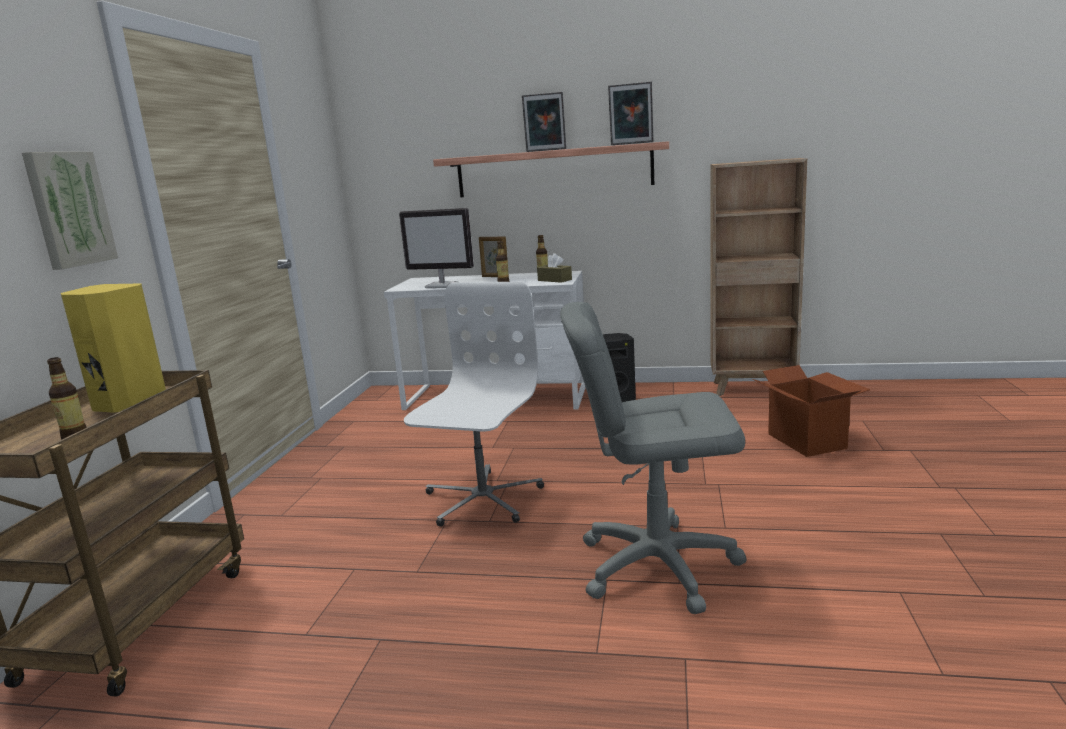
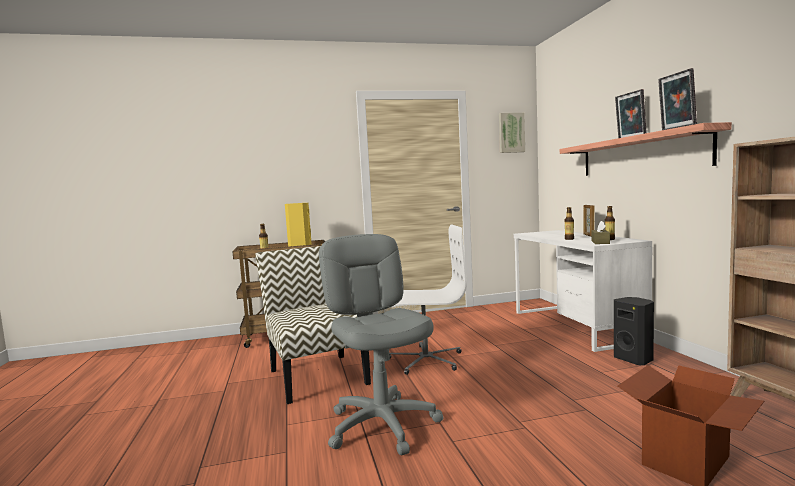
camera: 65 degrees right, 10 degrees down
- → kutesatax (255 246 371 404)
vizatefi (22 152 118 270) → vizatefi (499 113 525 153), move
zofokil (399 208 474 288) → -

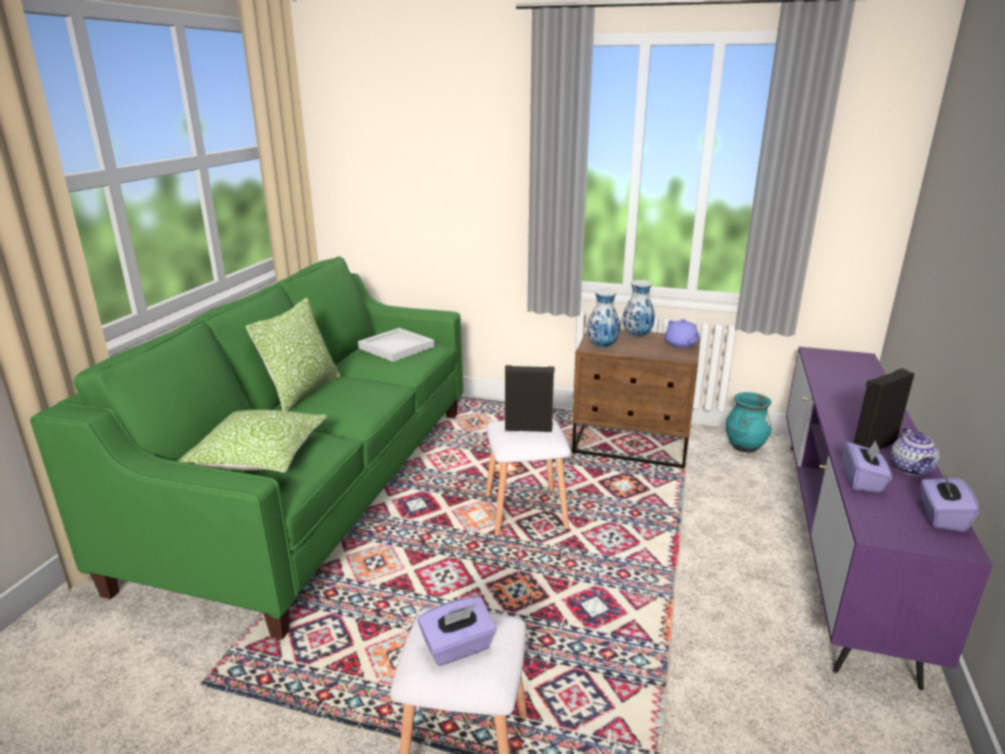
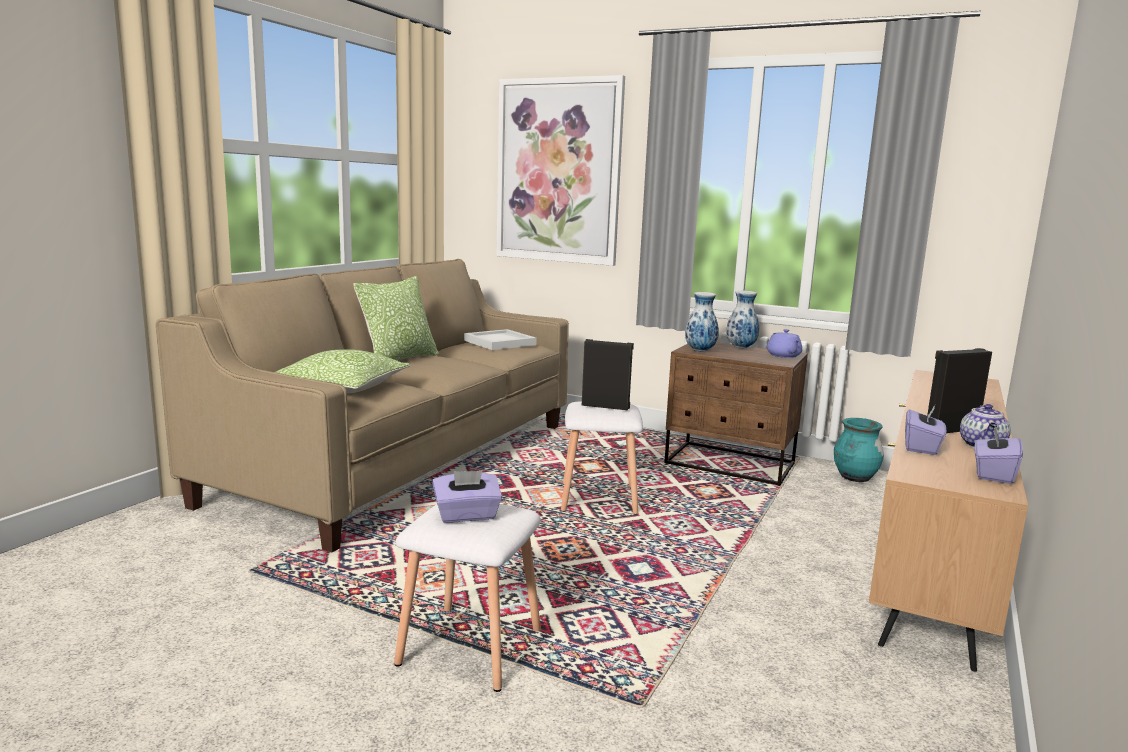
camera: 10 degrees right, 10 degrees down
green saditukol (30 256 464 639) → beige saditukol (156 259 569 552)
- → vizatefi (496 75 625 266)
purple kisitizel (786 347 993 690) → brown kisitizel (869 370 1028 672)

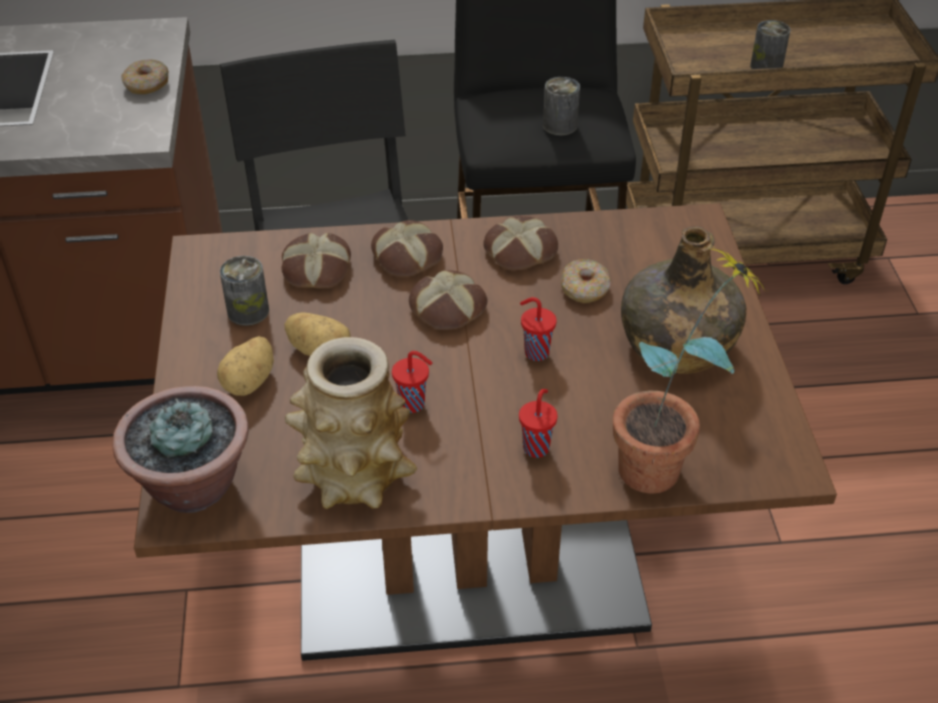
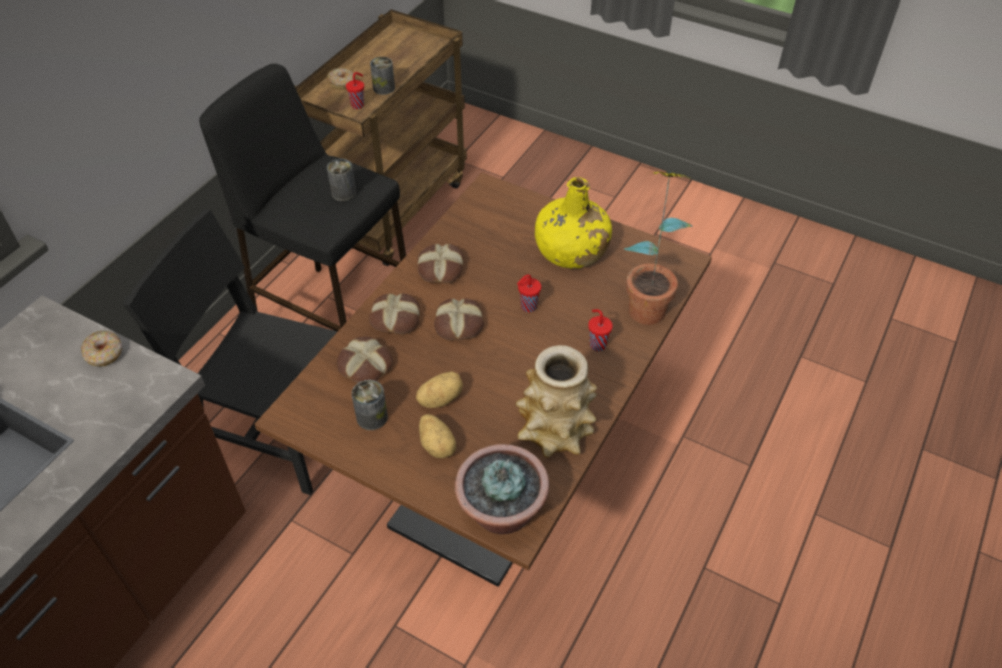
camera: 55 degrees left, 5 degrees up
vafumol (561 259 611 303) → vafumol (327 68 356 90), move
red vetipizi (392 351 432 413) → red vetipizi (346 72 364 109), move
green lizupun (621 227 746 374) → yellow lizupun (535 177 612 269)

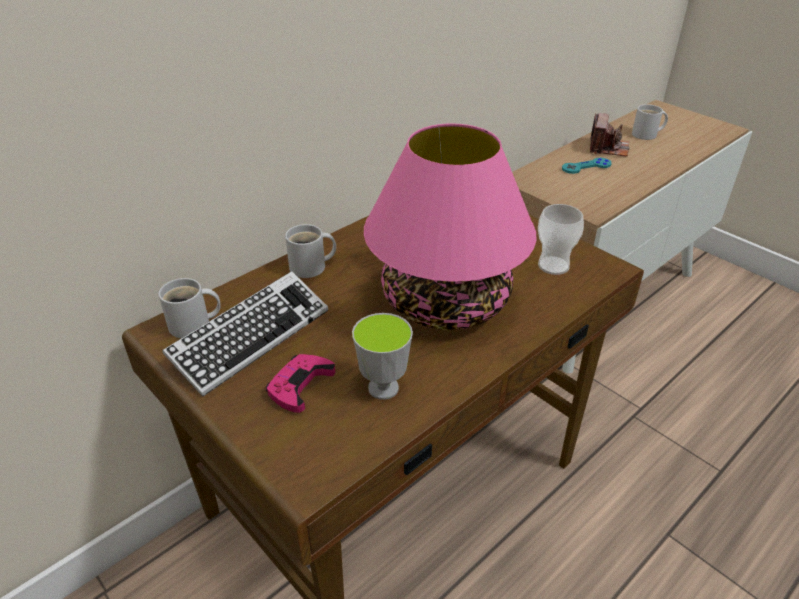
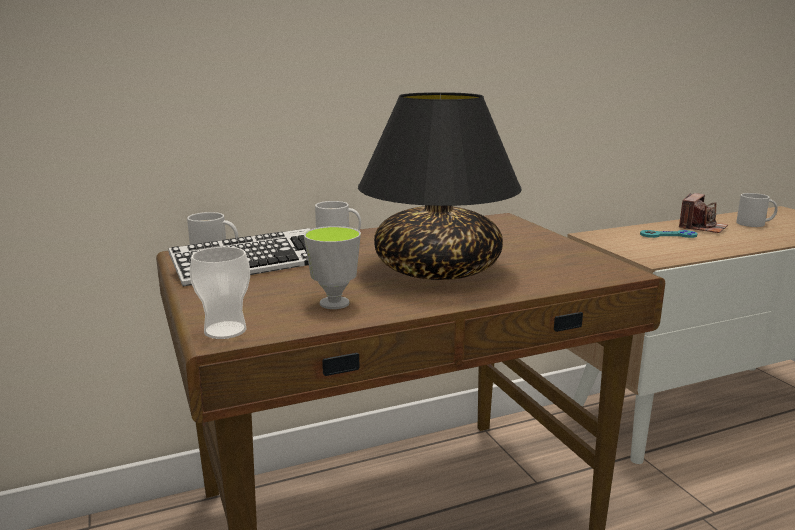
camera: 20 degrees right, 20 degrees down
vetipizi (538 204 584 275) → vetipizi (190 247 250 339), move
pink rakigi (364 124 536 330) → black rakigi (358 92 522 280)
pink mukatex (266 354 335 413) → -

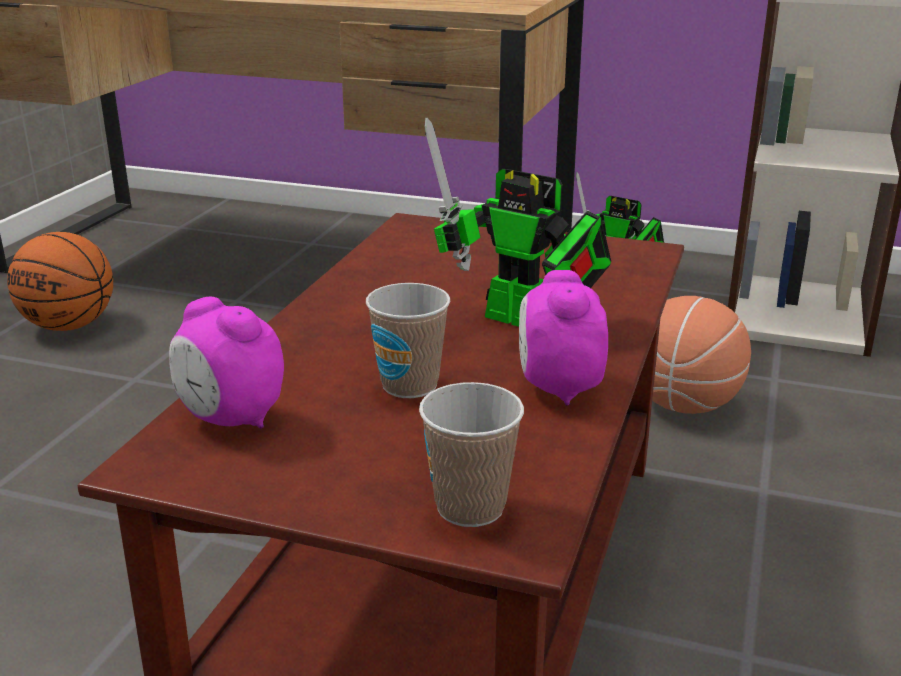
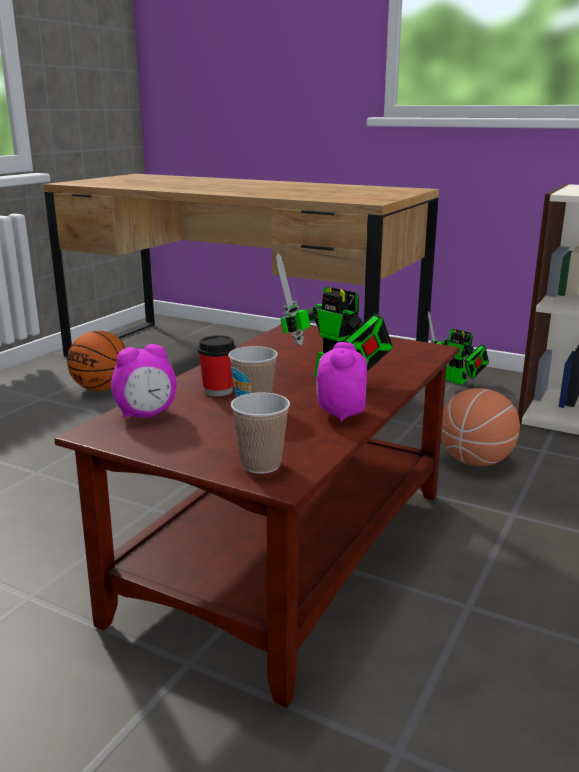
camera: 10 degrees right, 5 degrees down
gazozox (169 296 284 429) → gazozox (111 344 177 418), 75 degrees counterclockwise
- → vetipizi (198 335 236 396)

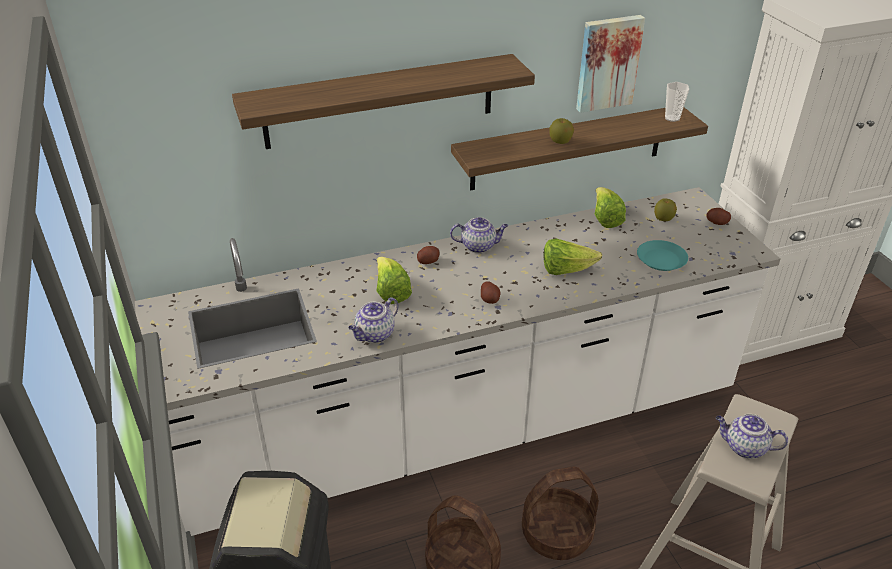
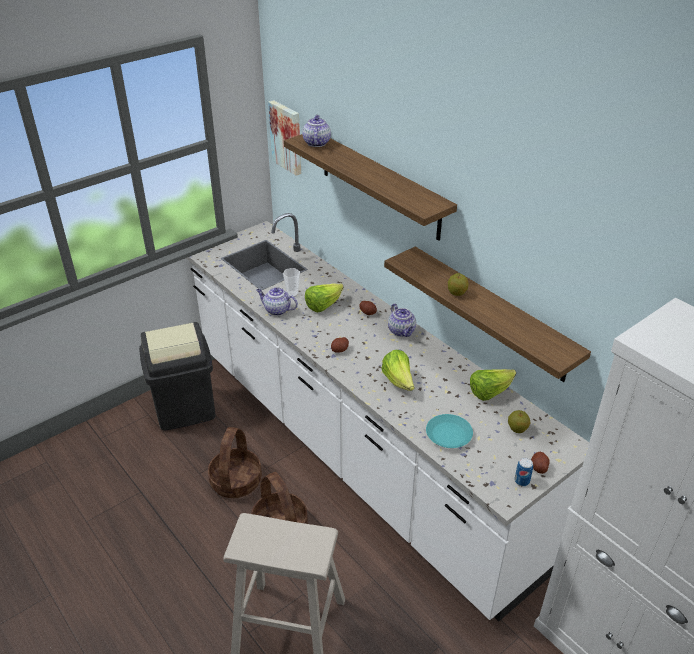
camera: 70 degrees right, 0 degrees up
vizatefi (576 15 645 113) → vizatefi (268 100 301 176), move
vetipizi (665 82 689 122) → vetipizi (283 268 300 297), move
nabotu (716 414 788 459) → nabotu (302 115 331 147), move
- → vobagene (514 458 533 486)

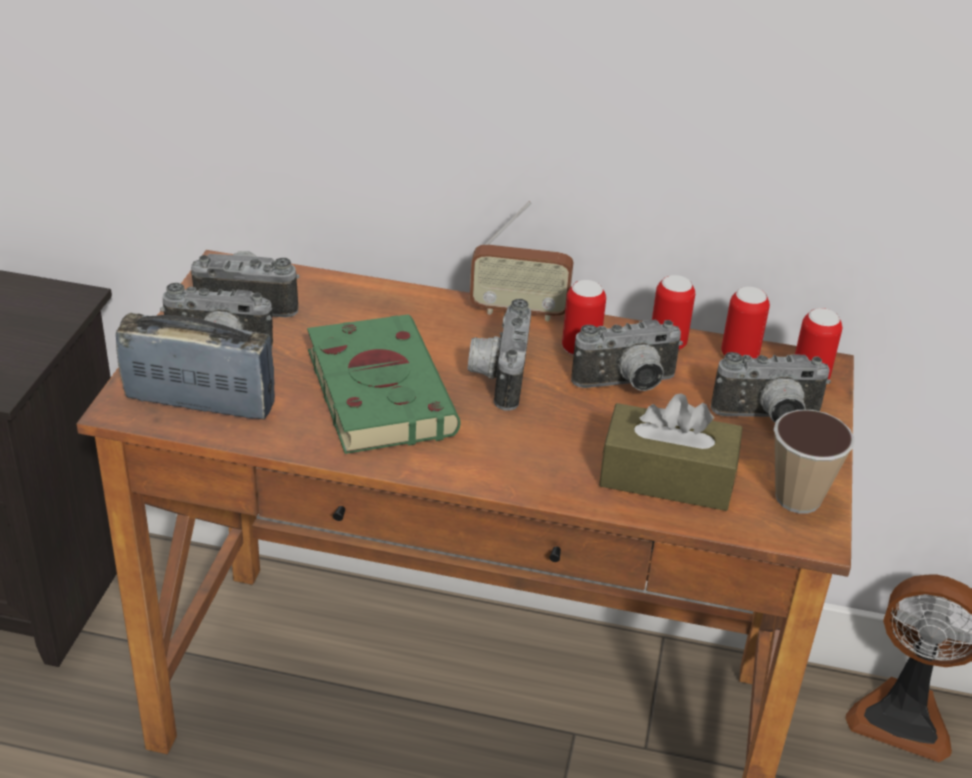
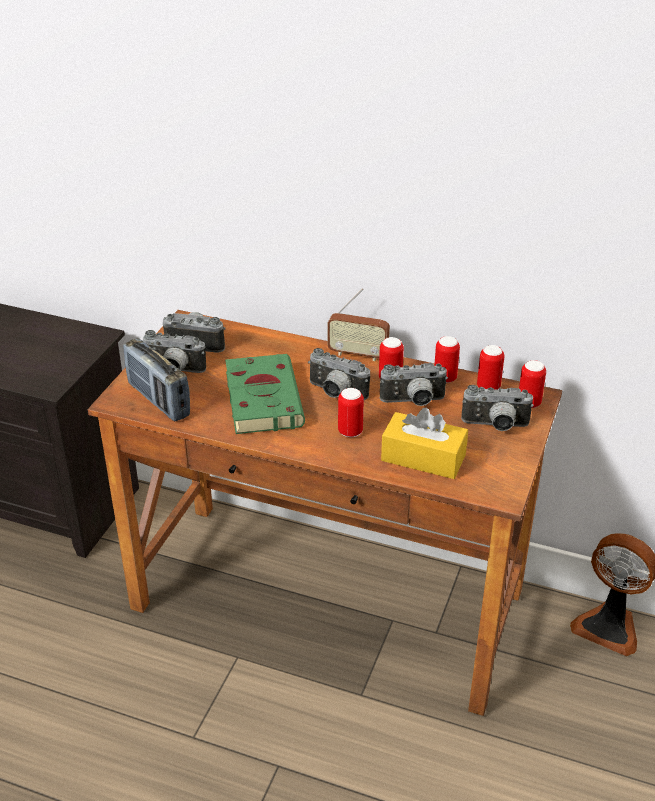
camera: 10 degrees right, 0 degrees up
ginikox (116 313 275 419) → ginikox (123 338 190 421), 150 degrees counterclockwise
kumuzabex (467 299 531 411) → kumuzabex (308 348 370 400), 75 degrees counterclockwise
- → vobagene (338 388 364 437)
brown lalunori (599 393 743 511) → yellow lalunori (381 408 468 479)
vetipizi (774 410 855 513) → -

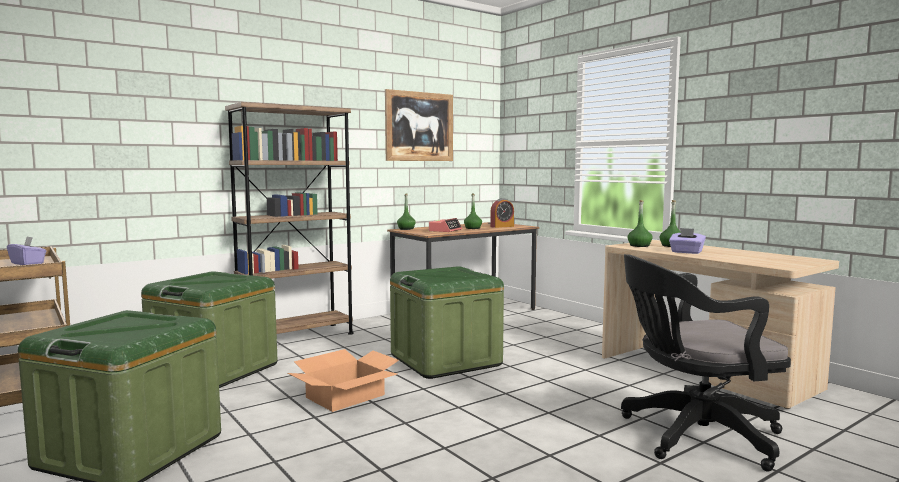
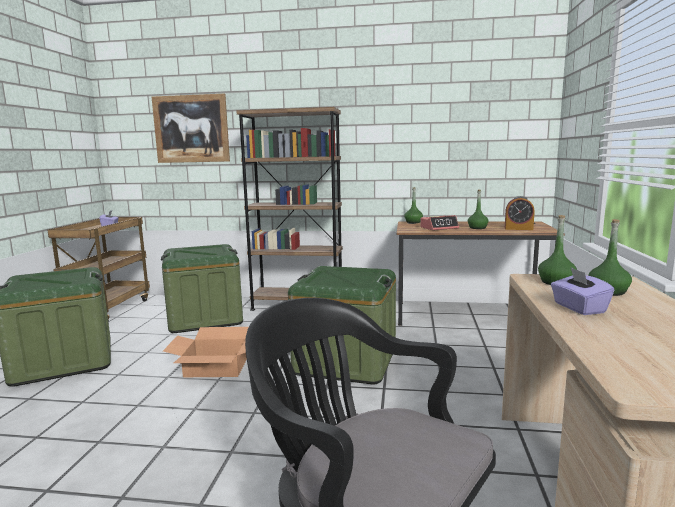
camera: 45 degrees right, 5 degrees up
vizatefi (385 89 453 161) → vizatefi (152 94 230 163), move

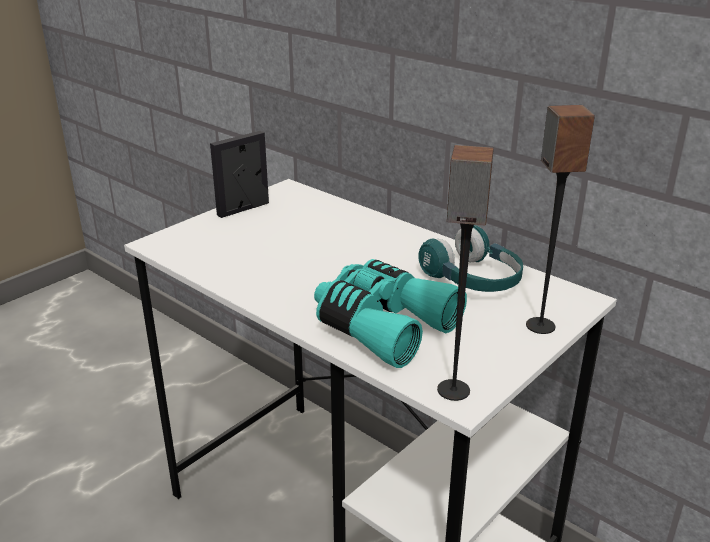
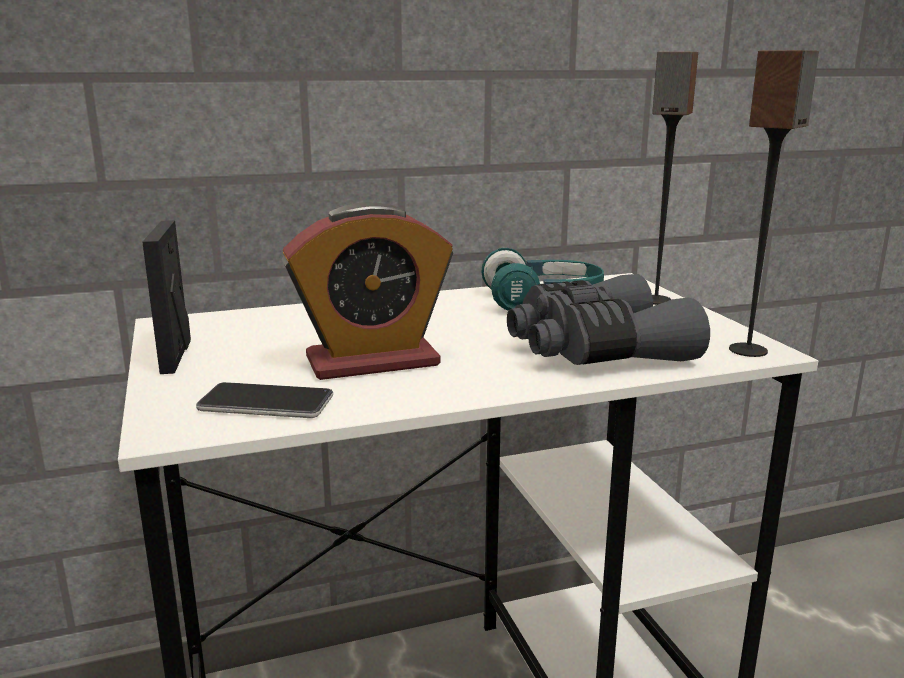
camera: 60 degrees left, 10 degrees down
- → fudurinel (196 382 333 418)
- → gazozox (282 202 453 380)
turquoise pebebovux (314 259 467 368) → grey pebebovux (507 274 710 365)

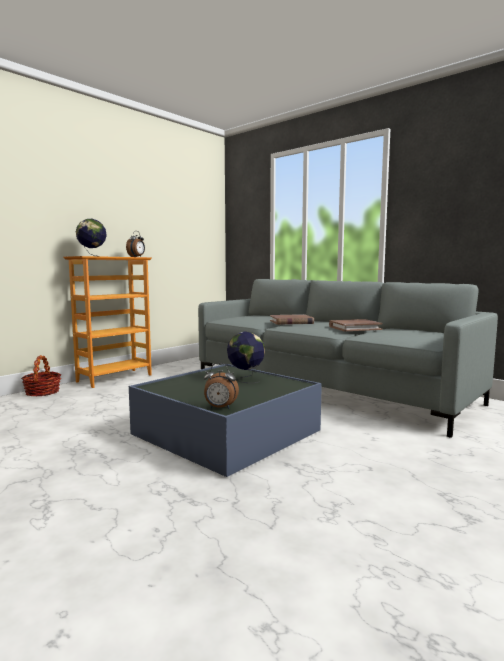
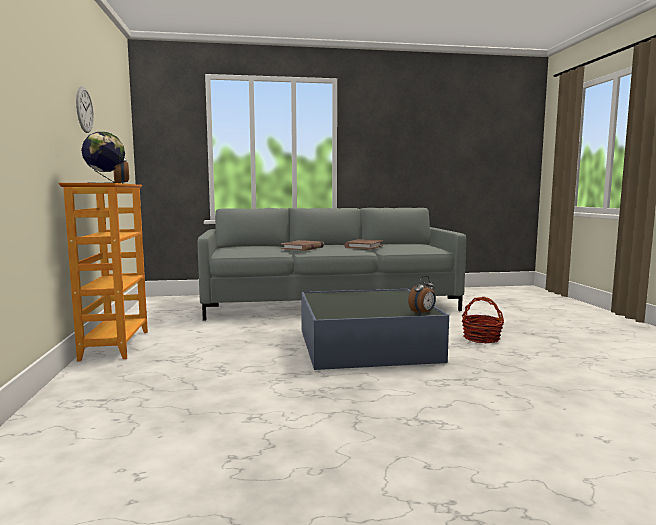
camera: 50 degrees left, 0 degrees up
- → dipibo (76 86 94 133)
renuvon (21 355 61 396) → renuvon (462 297 504 343), move
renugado (227 331 265 383) → -

